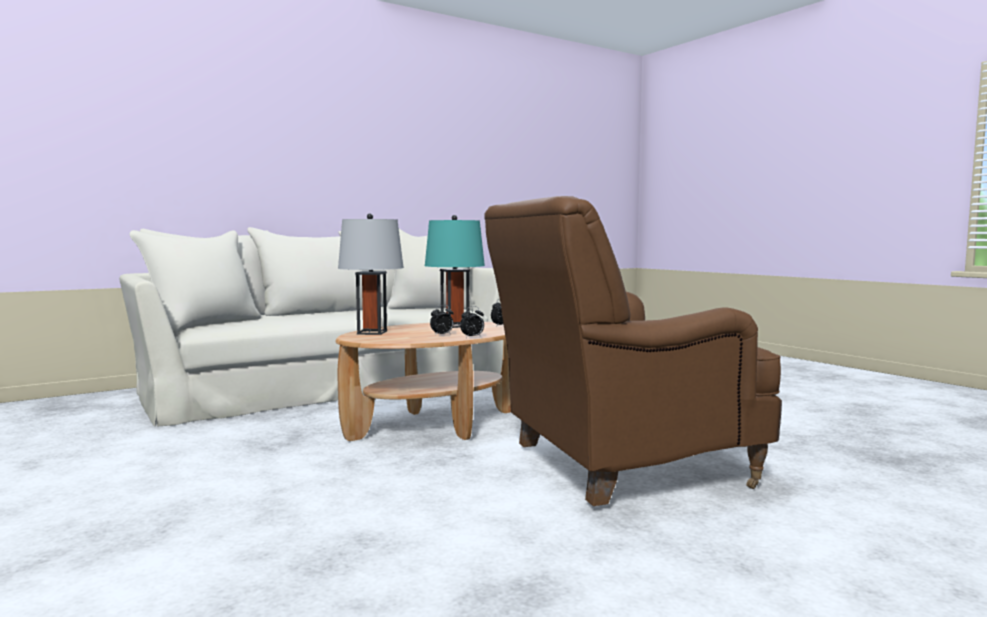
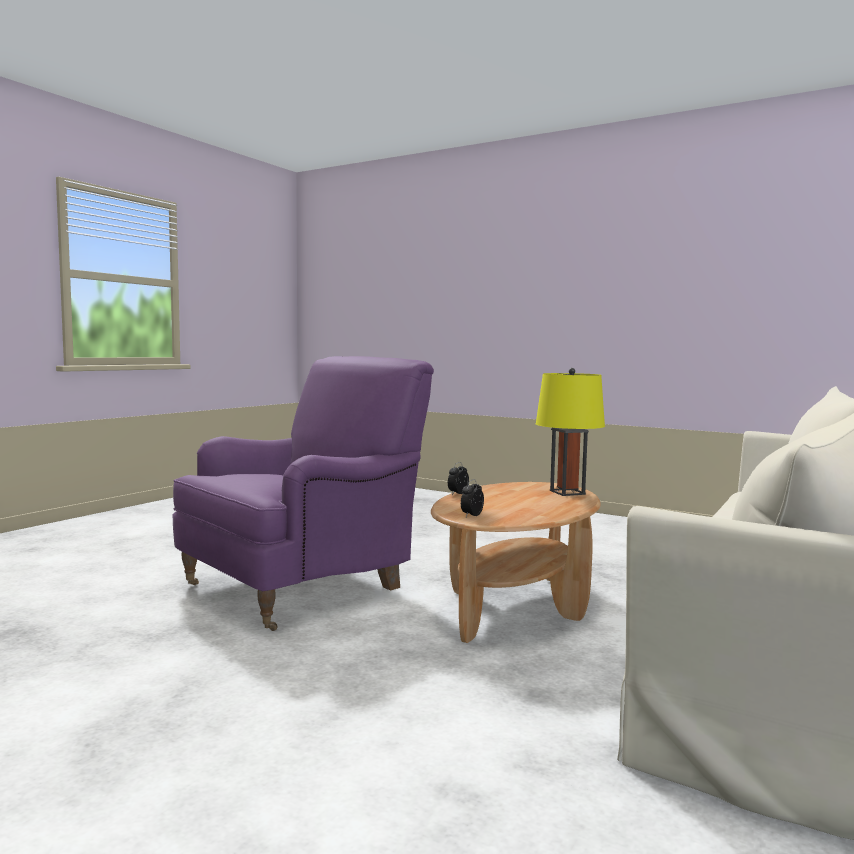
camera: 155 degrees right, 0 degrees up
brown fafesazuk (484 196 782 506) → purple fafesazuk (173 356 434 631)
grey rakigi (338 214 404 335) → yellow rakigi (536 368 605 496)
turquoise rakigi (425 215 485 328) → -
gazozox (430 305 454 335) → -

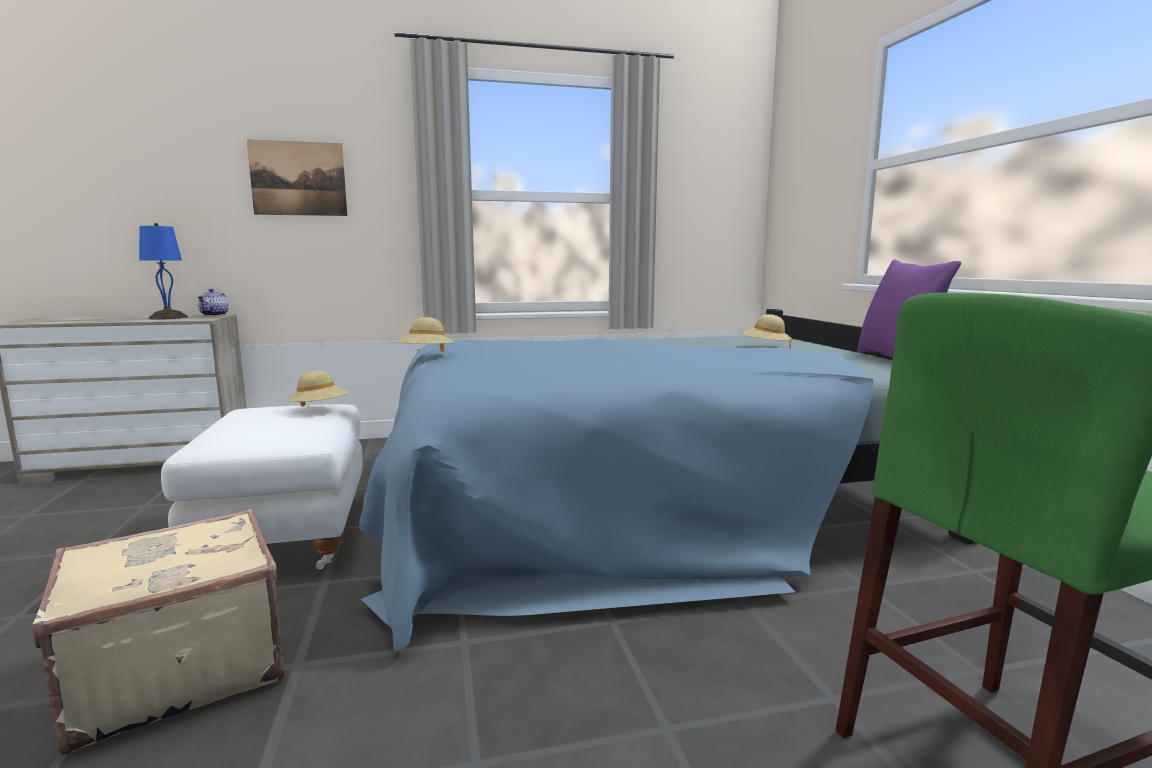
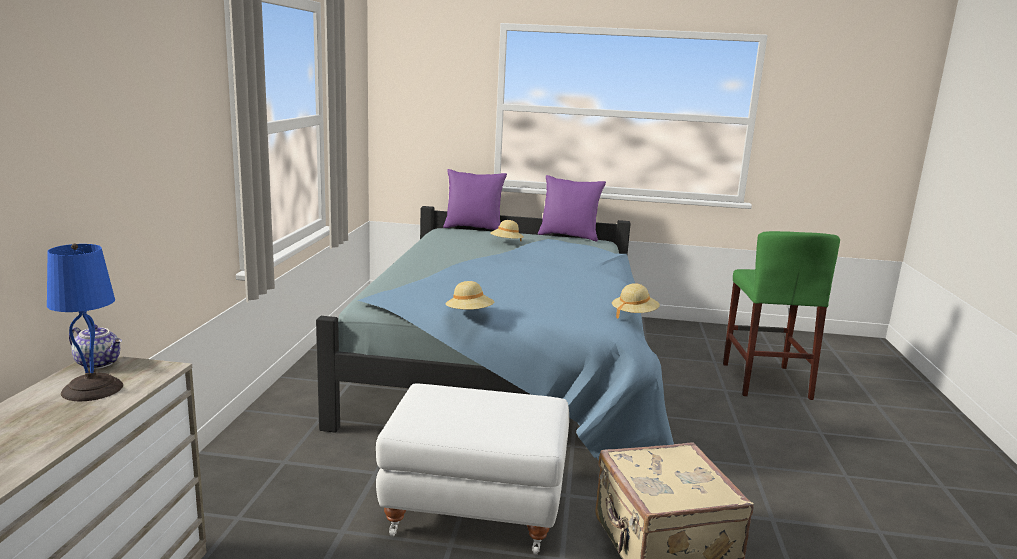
camera: 70 degrees left, 5 degrees up
- → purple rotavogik (443 169 507 230)
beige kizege (287 370 349 407) → beige kizege (612 283 660 319), move
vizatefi (247 139 348 216) → -

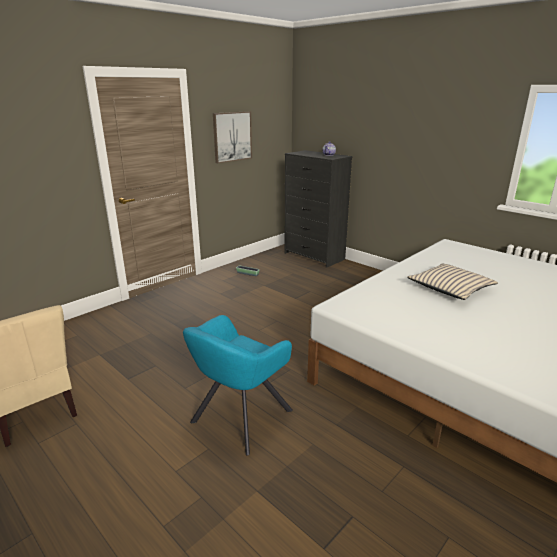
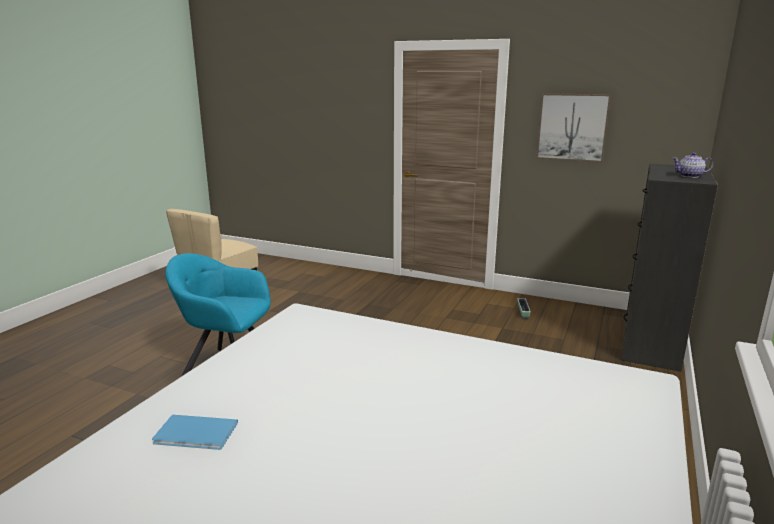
camera: 70 degrees right, 5 degrees down
- → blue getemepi (152 415 238 450)
beige rotavogik (407 264 498 300) → -

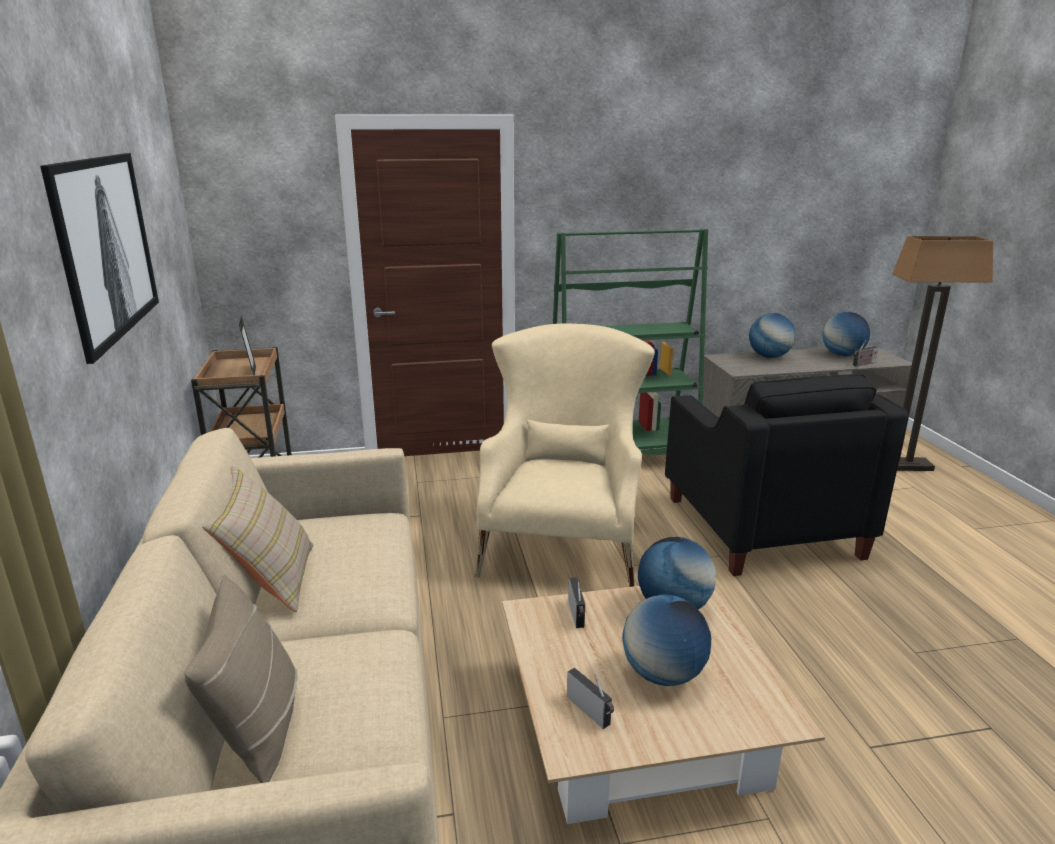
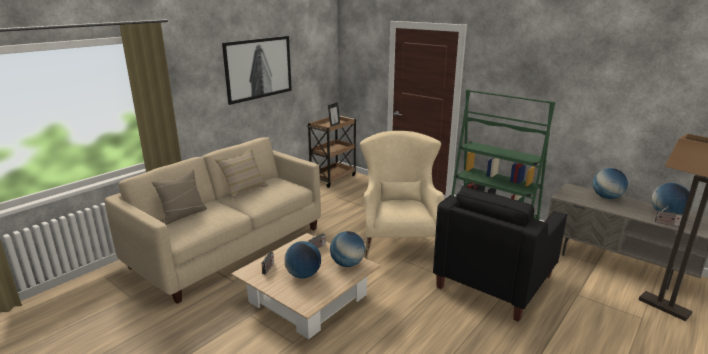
camera: 50 degrees right, 0 degrees up
beige fafesazuk (475 324 655 587) → beige fafesazuk (360 131 444 259), 60 degrees counterclockwise

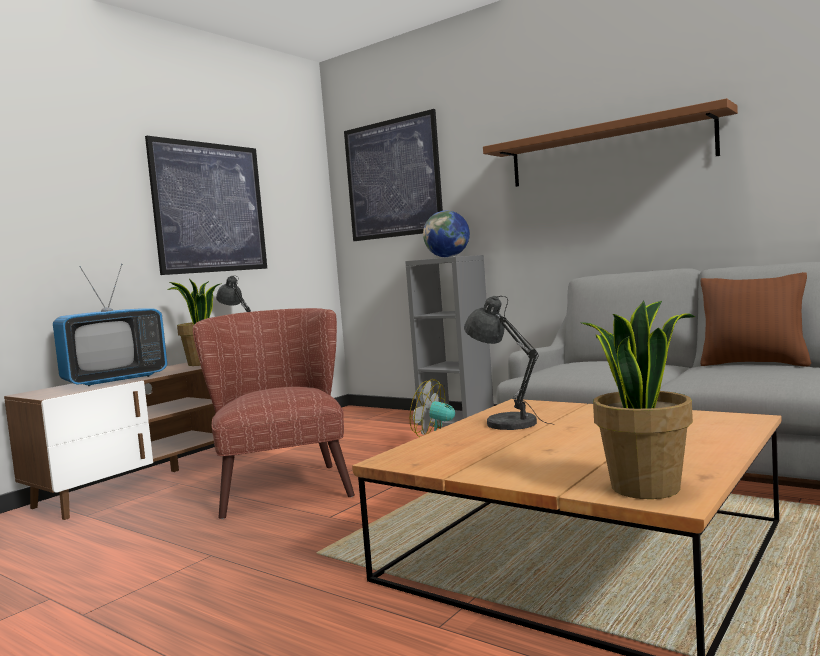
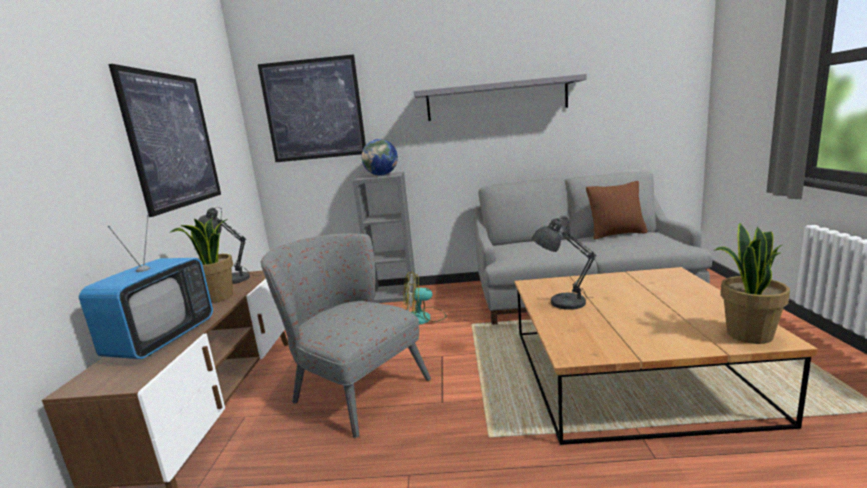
camera: 35 degrees left, 10 degrees up
brown fafesazuk (193 308 355 519) → grey fafesazuk (261 233 431 438)
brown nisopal (483 98 738 187) → grey nisopal (414 74 587 121)

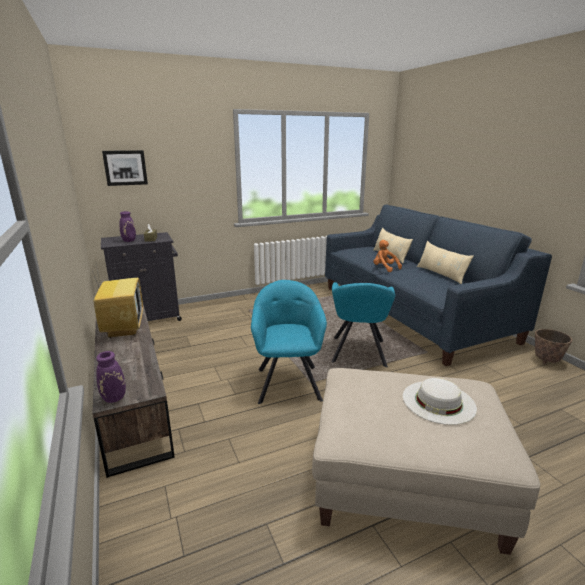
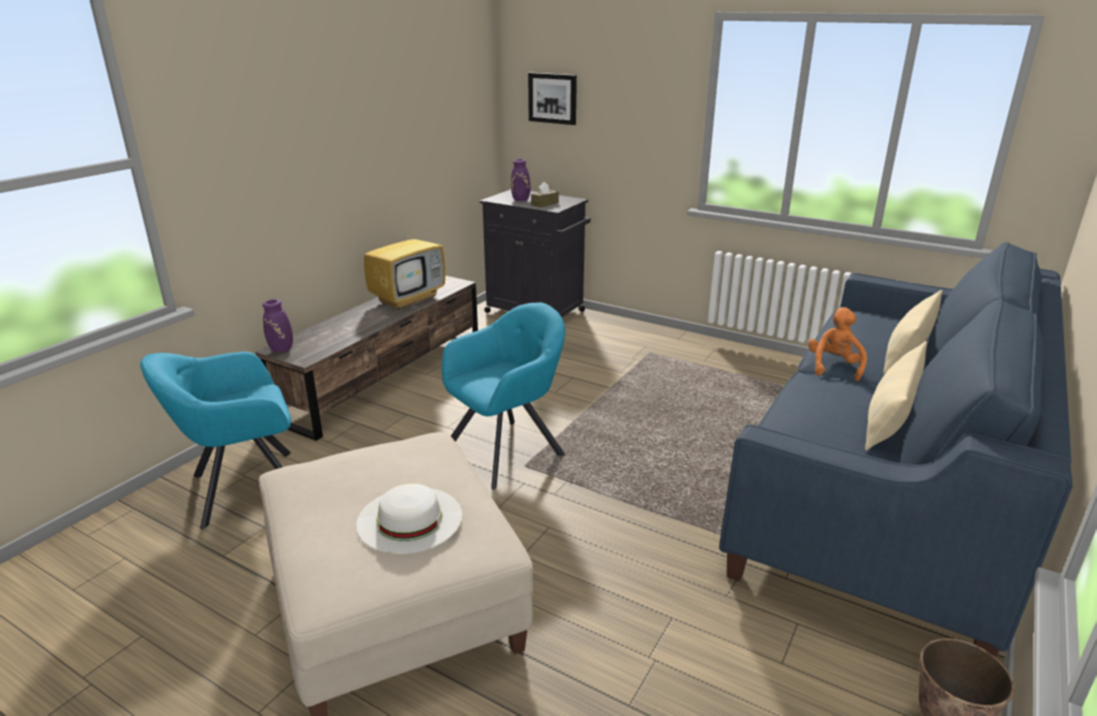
camera: 55 degrees right, 5 degrees up
turquoise fafesazuk (332 282 395 367) → turquoise fafesazuk (140 352 291 529), move

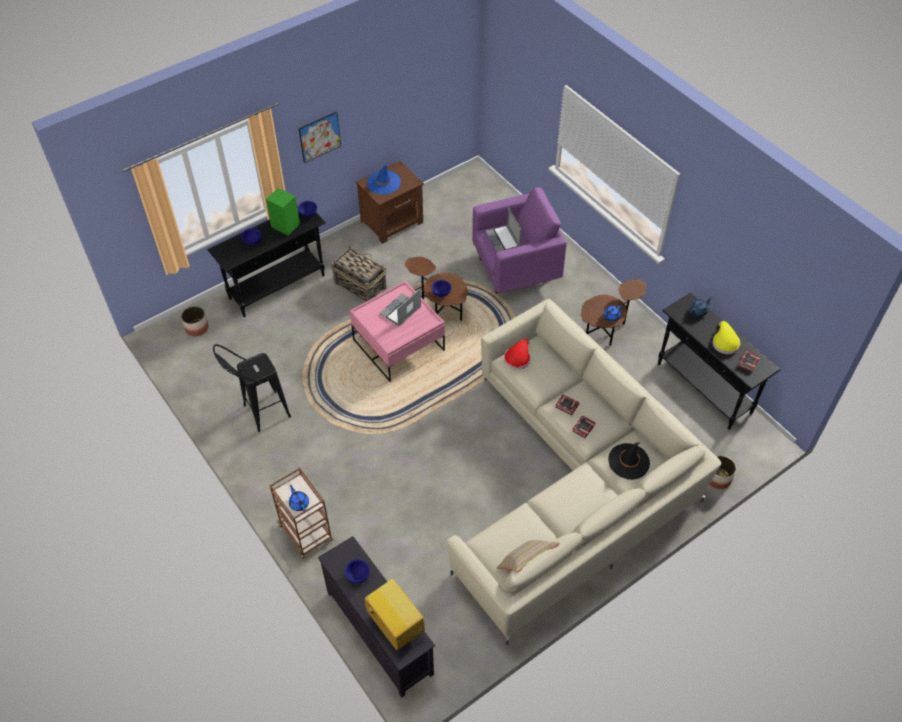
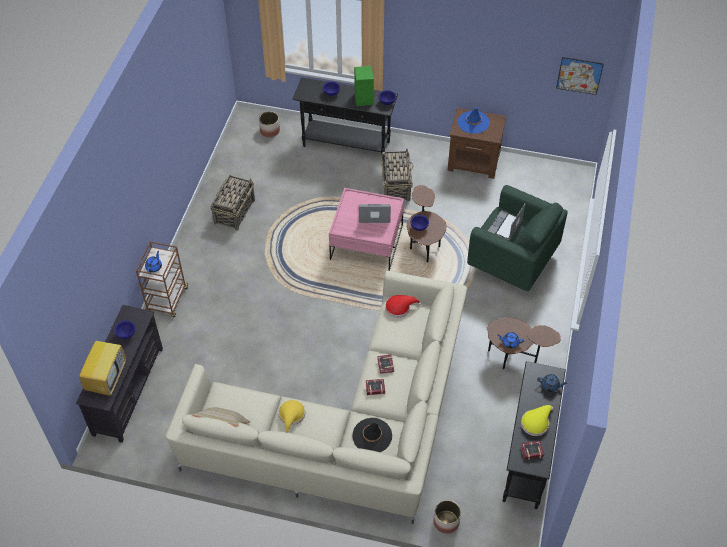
camera: 50 degrees right, 0 degrees up
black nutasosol (213 344 291 432) → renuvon (210 175 255 231)
- → yellow kizege (279 400 305 432)
purple fafesazuk (472 187 567 294) → green fafesazuk (467 185 568 292)
vizatefi (299 111 341 163) → vizatefi (556 57 604 95), move

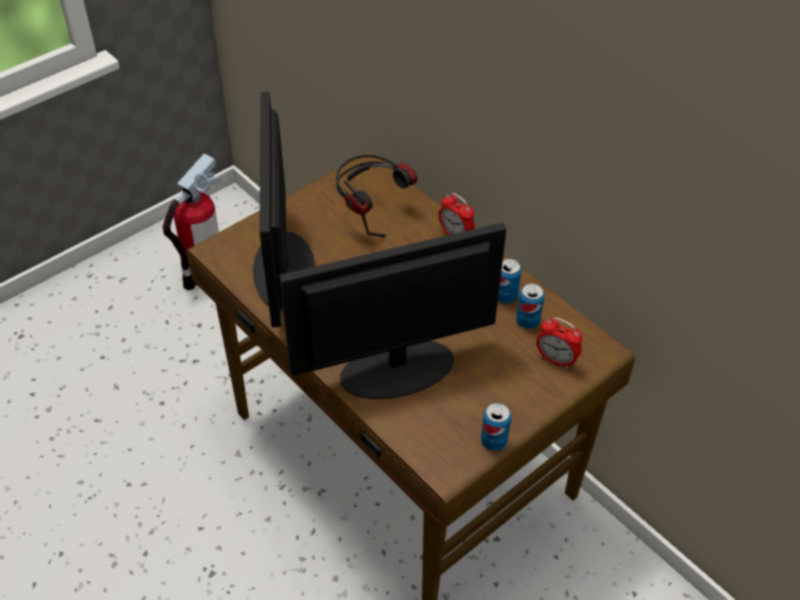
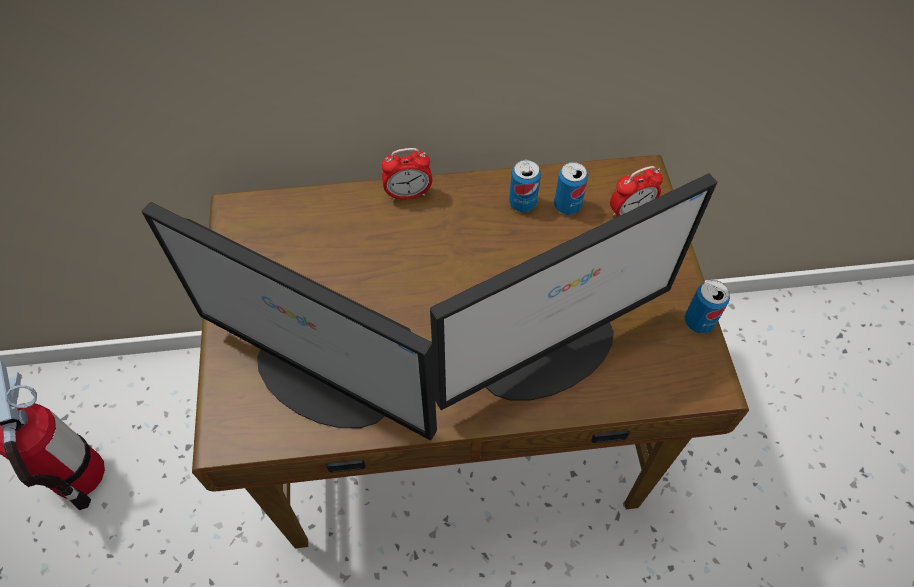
camera: 55 degrees left, 10 degrees up
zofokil (279 222 507 399) → zofokil (430 173 717 410), 135 degrees counterclockwise
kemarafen (336 155 417 237) → -

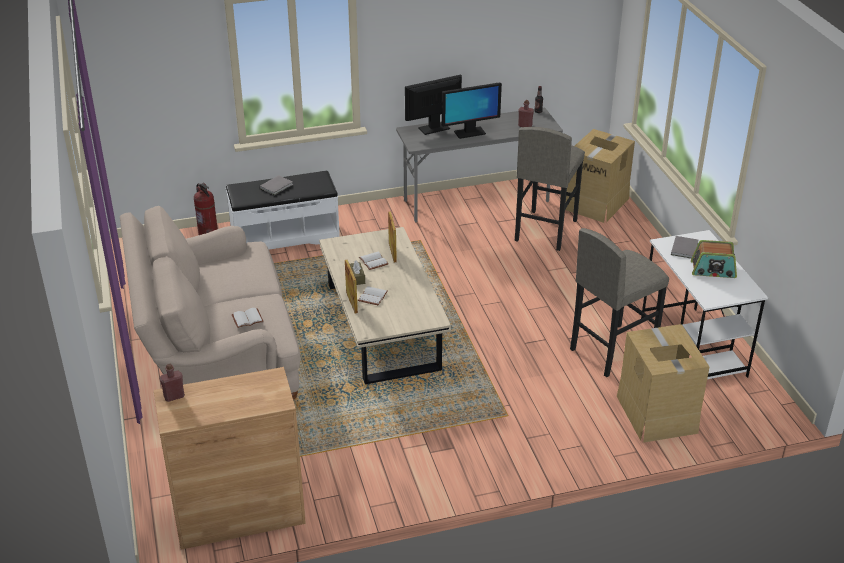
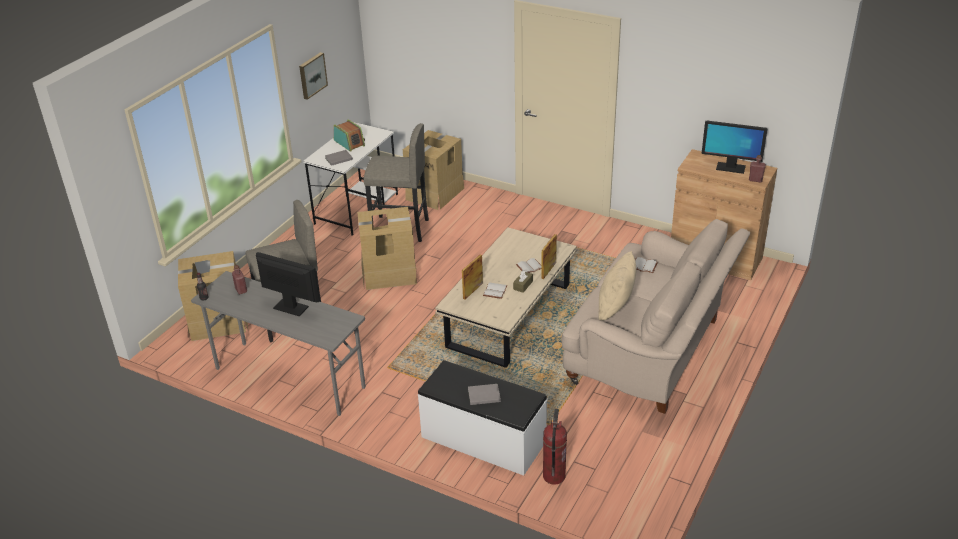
camera: 135 degrees left, 0 degrees up
- → vizatefi (299 52 328 100)
- → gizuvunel (357 207 419 290)
- → beige rotavogik (599 251 636 321)
zofokil (405 75 462 135) → zofokil (701 121 767 174), move

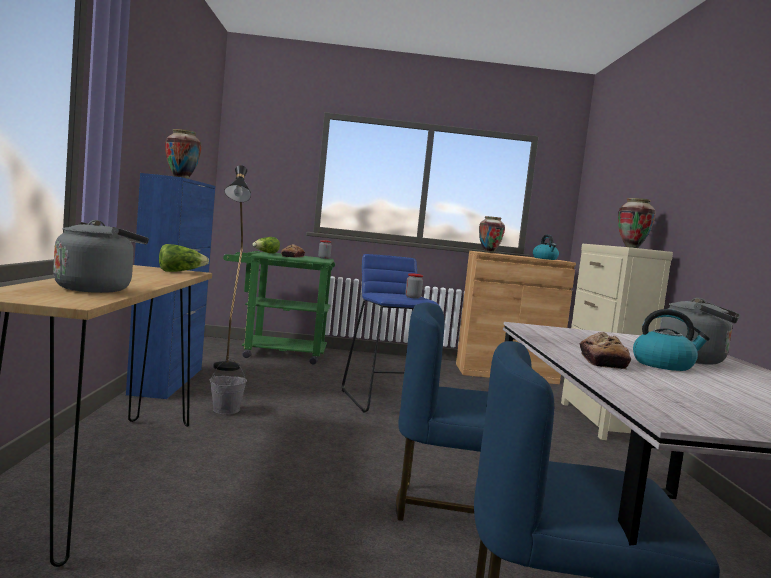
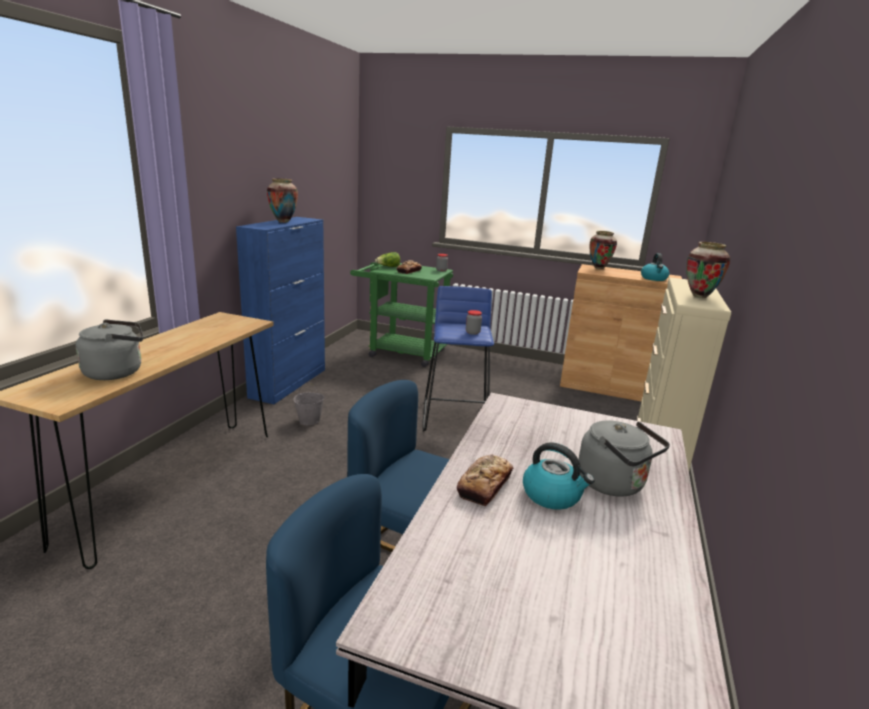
camera: 20 degrees right, 15 degrees up
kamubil (159 244 209 272) → -
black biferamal (213 165 251 371) → -

